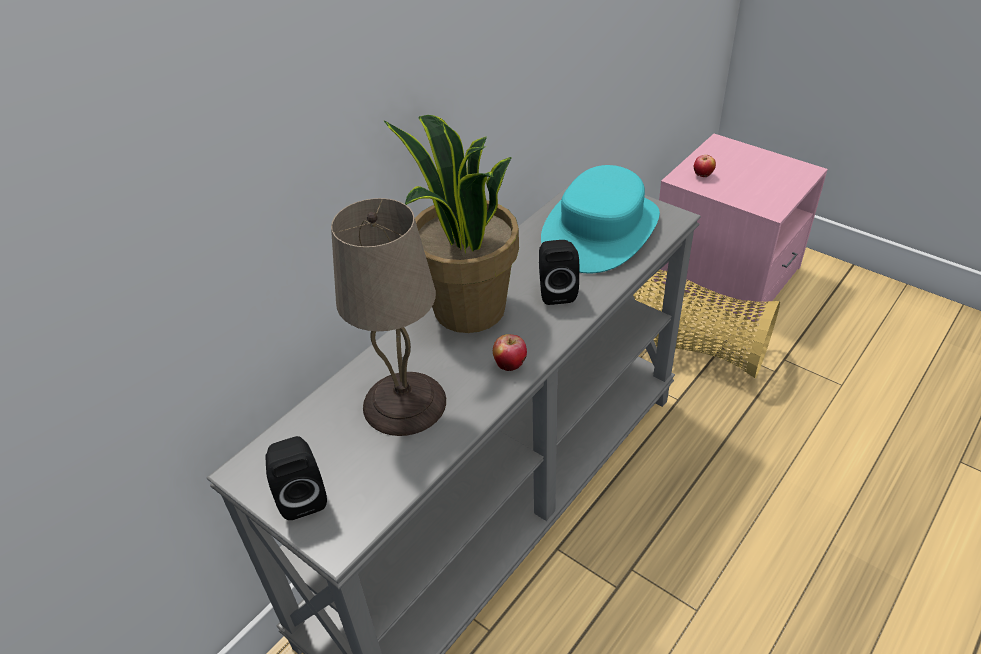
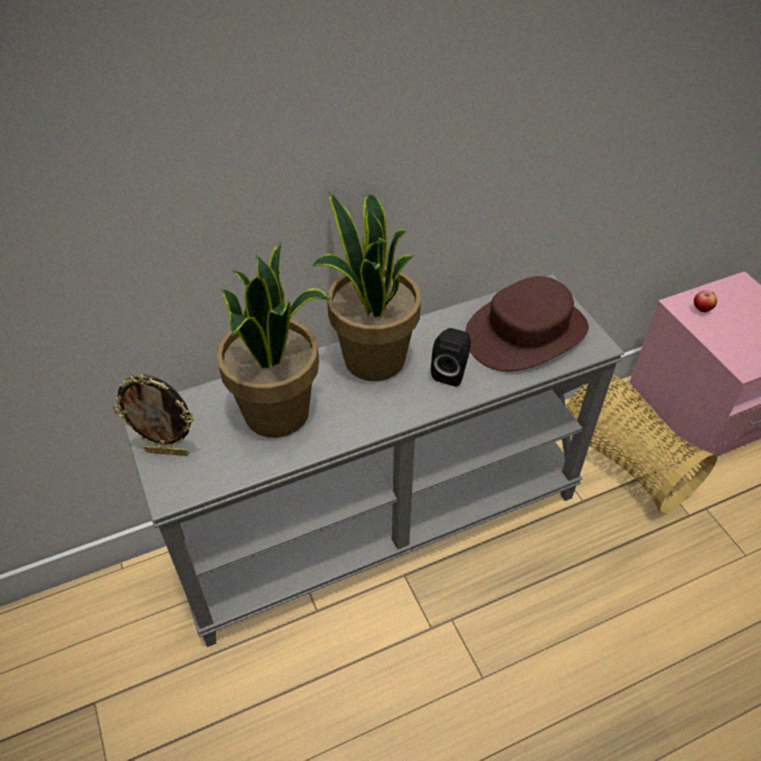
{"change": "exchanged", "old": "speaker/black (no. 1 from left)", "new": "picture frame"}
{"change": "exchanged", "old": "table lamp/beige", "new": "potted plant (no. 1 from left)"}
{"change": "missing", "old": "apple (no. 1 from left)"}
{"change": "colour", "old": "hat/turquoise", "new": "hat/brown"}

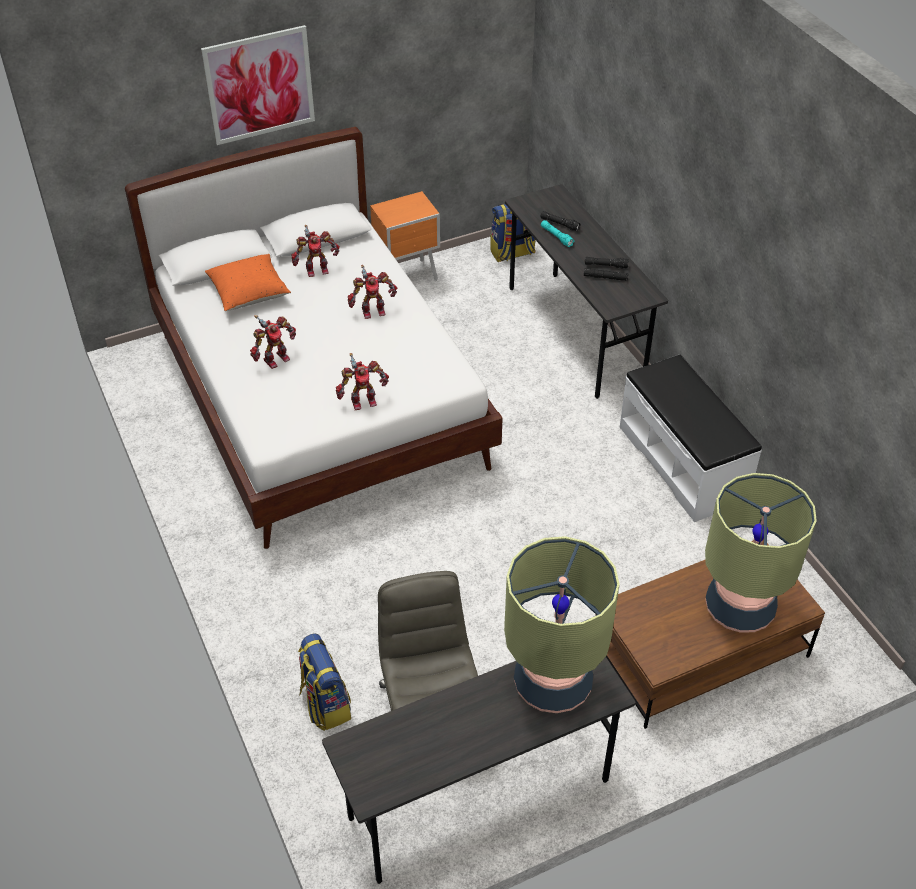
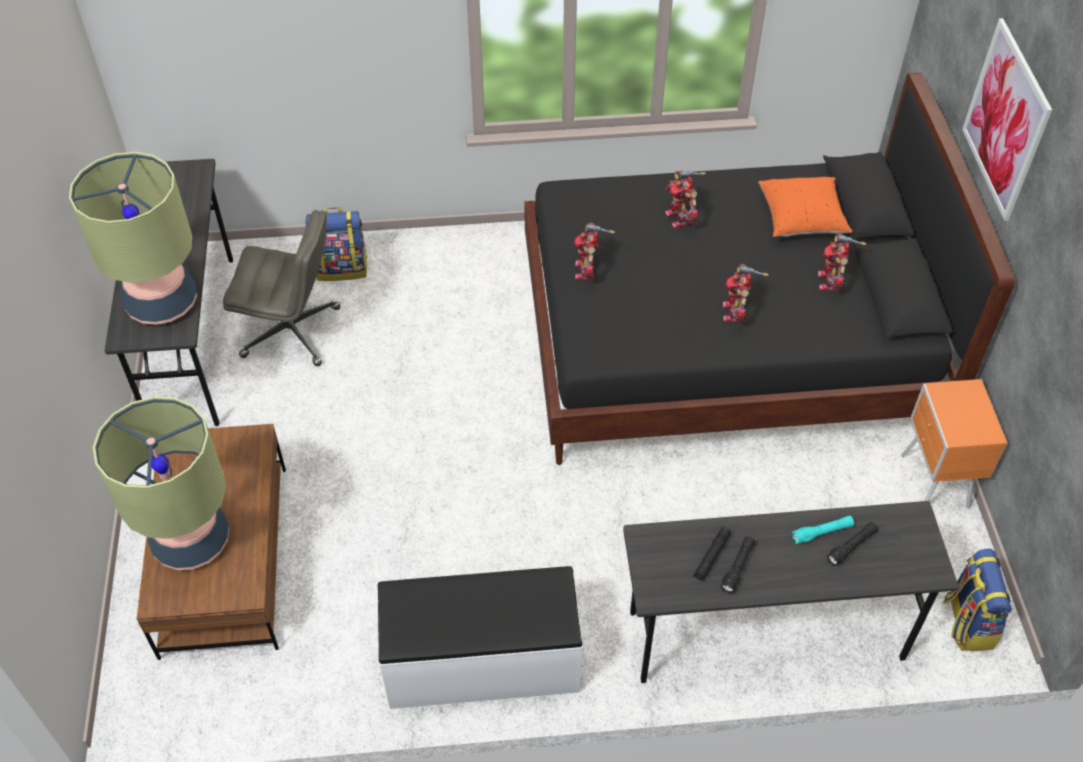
{"change": "colour", "old": "bed/white", "new": "bed/black"}

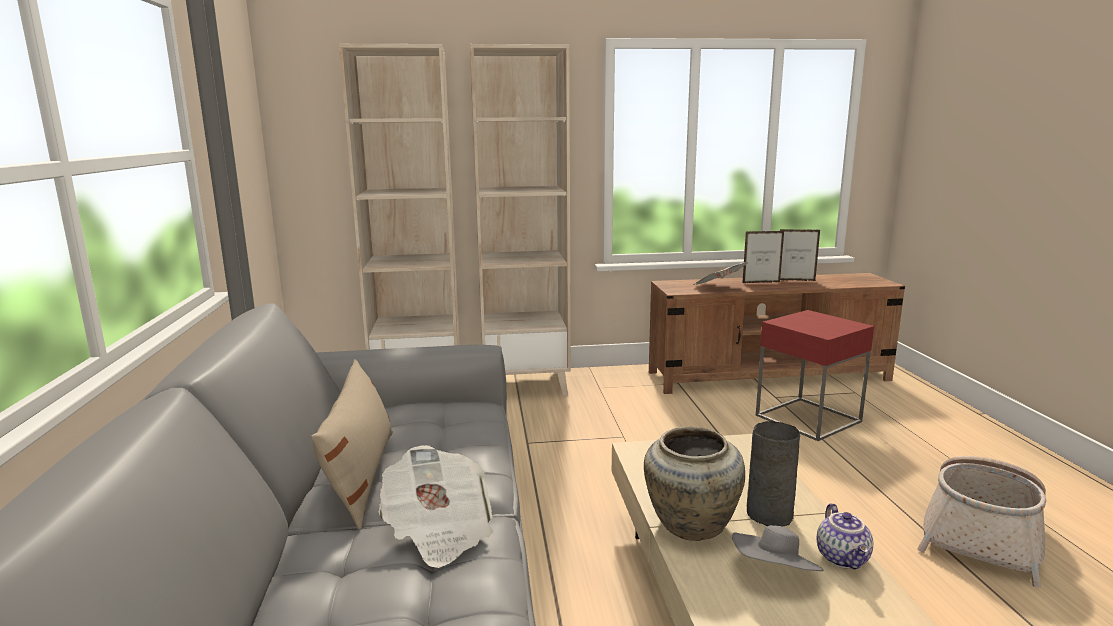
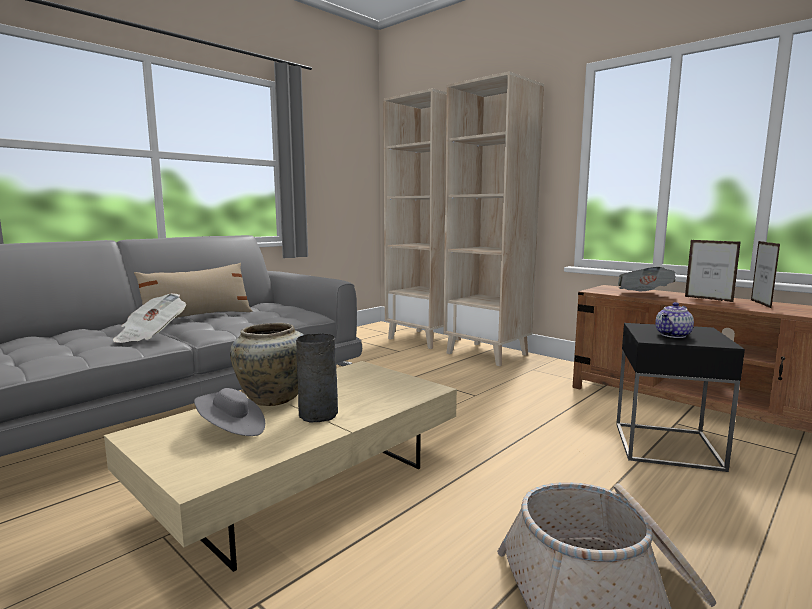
{"change": "colour", "old": "side table/red", "new": "side table/black"}
{"change": "spun", "old": "picture frame (no. 2 from left)", "degrees": -135}
{"change": "relocated", "old": "teapot"}

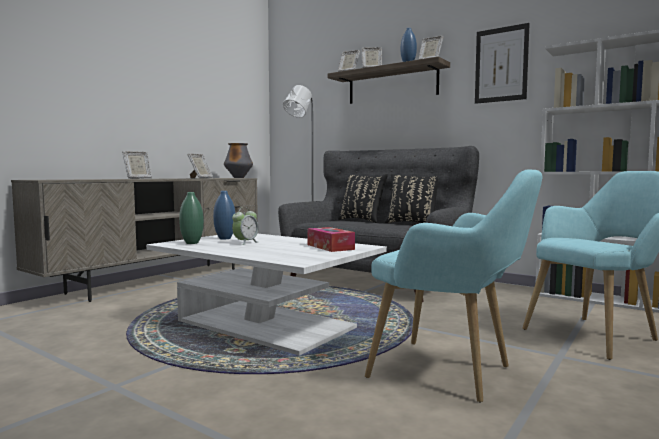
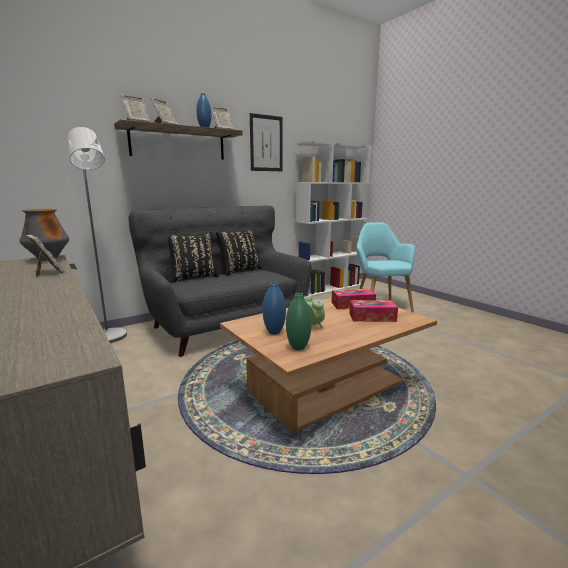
{"change": "missing", "old": "picture frame (no. 1 from left)"}
{"change": "colour", "old": "coffee table/white", "new": "coffee table/brown"}
{"change": "missing", "old": "armchair/turquoise (no. 1 from left)"}
{"change": "appeared", "new": "tissue box (no. 2 from left)"}

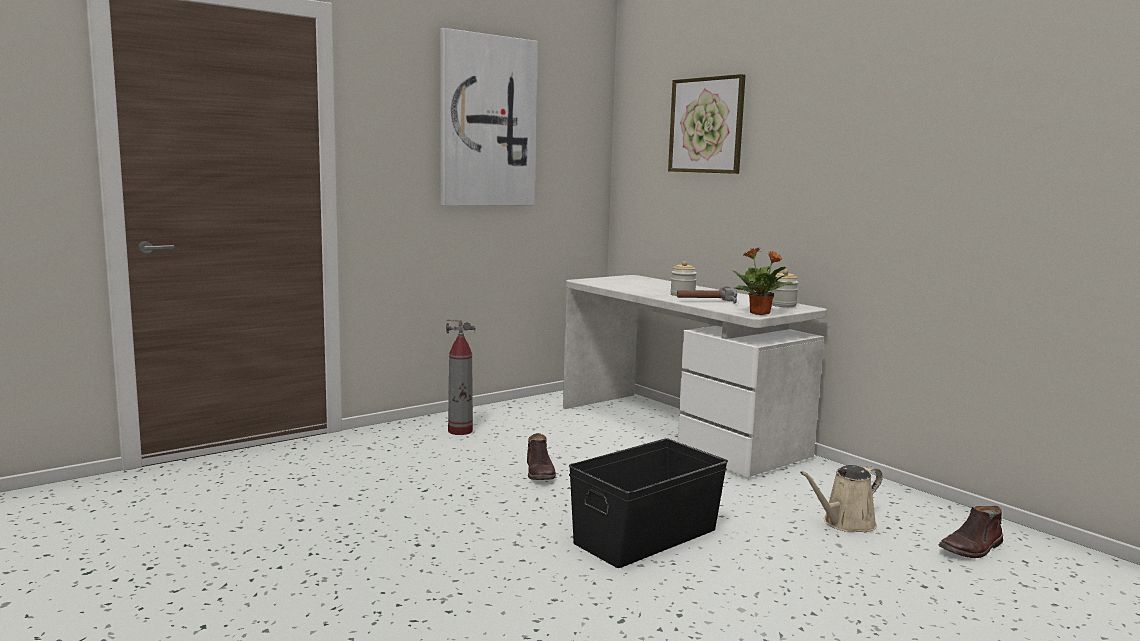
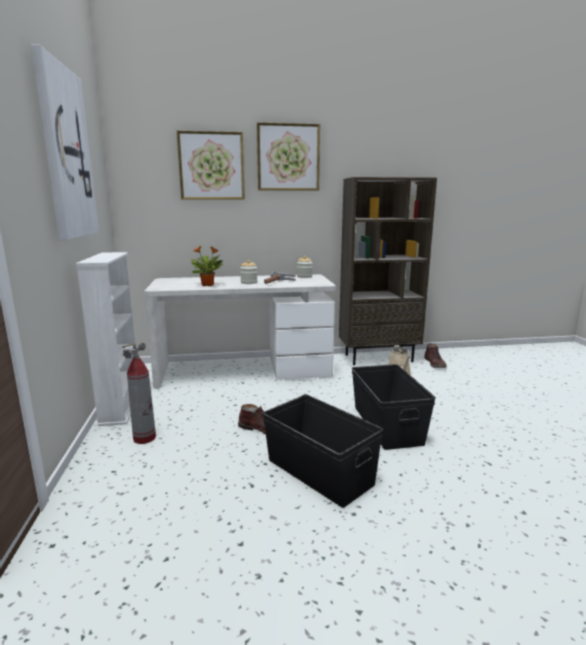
{"change": "relocated", "old": "potted plant"}
{"change": "appeared", "new": "bookcase/white"}
{"change": "appeared", "new": "picture (no. 3 from left)"}
{"change": "appeared", "new": "storage box/black (no. 1 from left)"}
{"change": "appeared", "new": "bookcase/brown"}

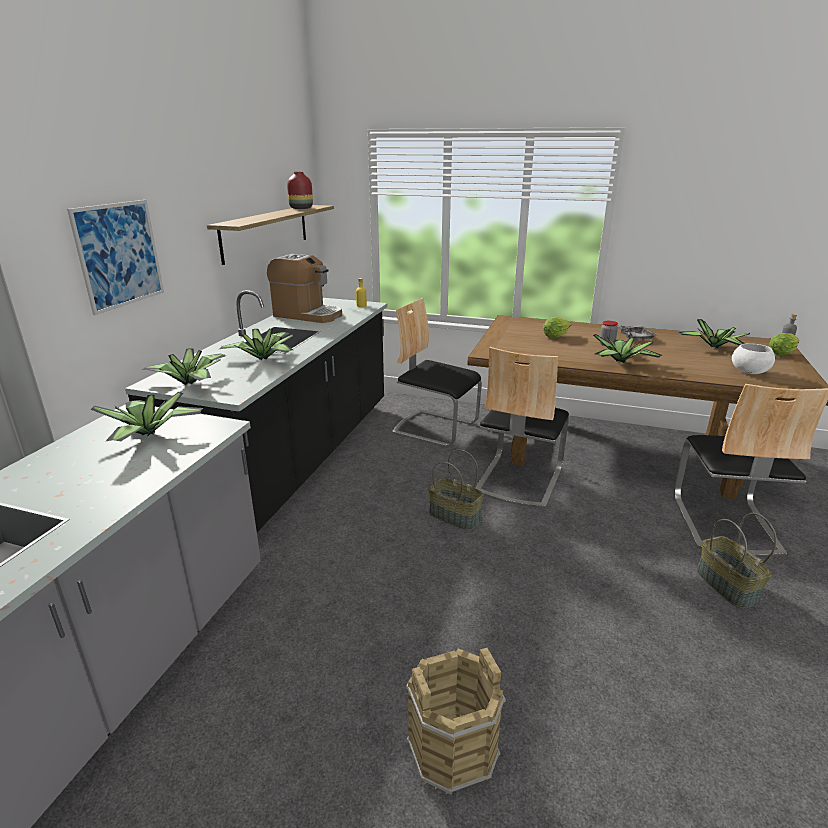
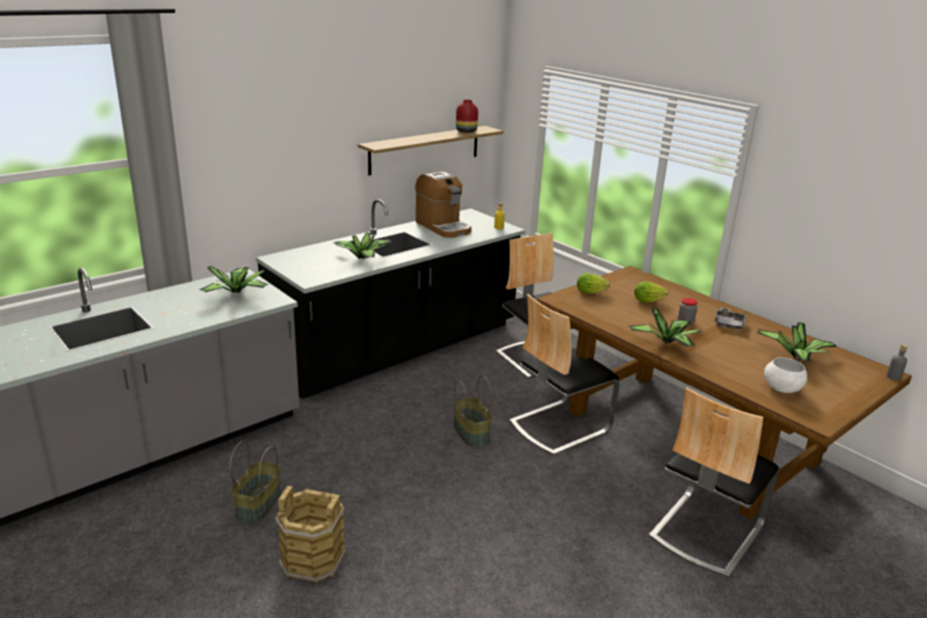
{"change": "missing", "old": "picture"}
{"change": "missing", "old": "potted plant (no. 2 from left)"}
{"change": "relocated", "old": "basket (no. 2 from left in the first image)", "new": "basket (no. 1 from left)"}
{"change": "relocated", "old": "lettuce (no. 2 from left in the first image)", "new": "lettuce (no. 1 from left)"}

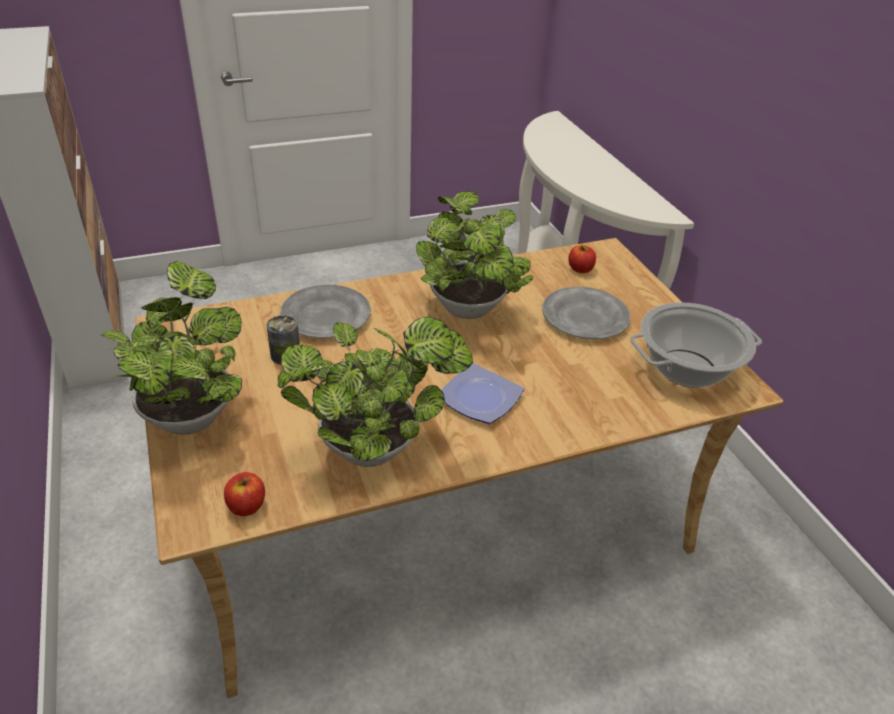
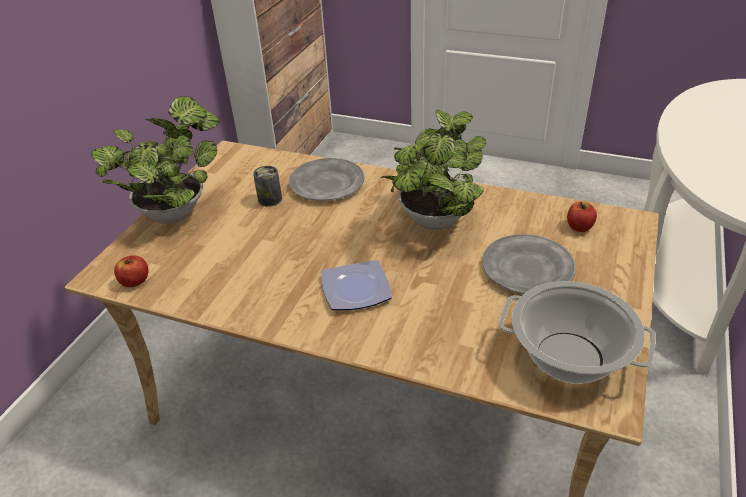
{"change": "missing", "old": "potted plant (no. 2 from left)"}

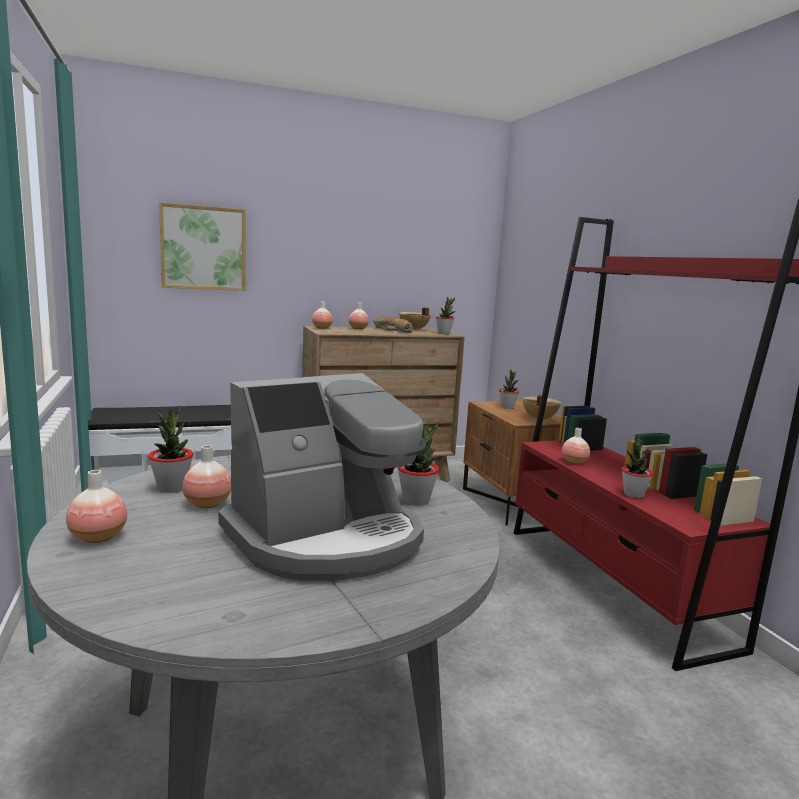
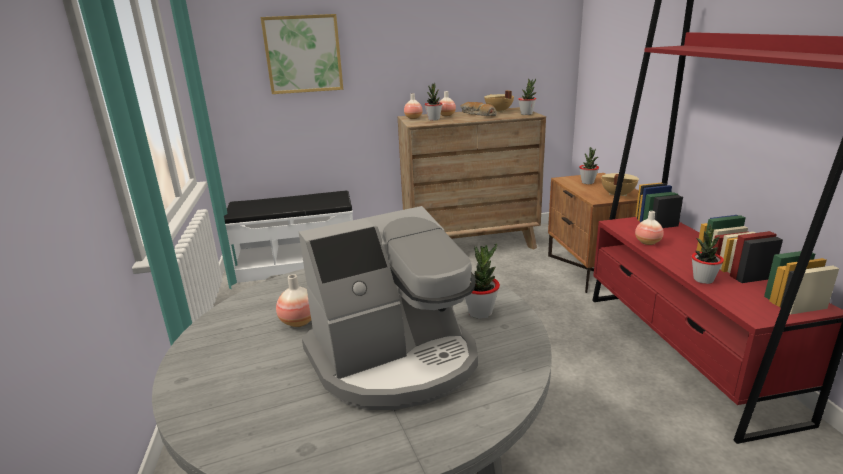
{"change": "missing", "old": "vase (no. 1 from left)"}
{"change": "relocated", "old": "potted plant (no. 1 from left)"}

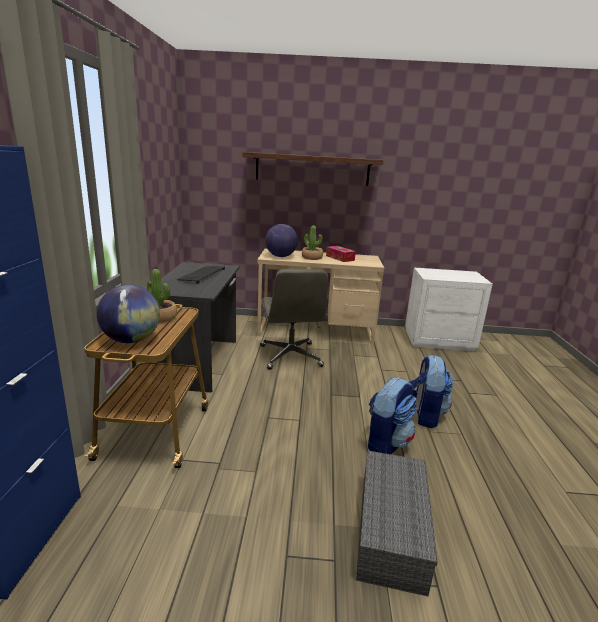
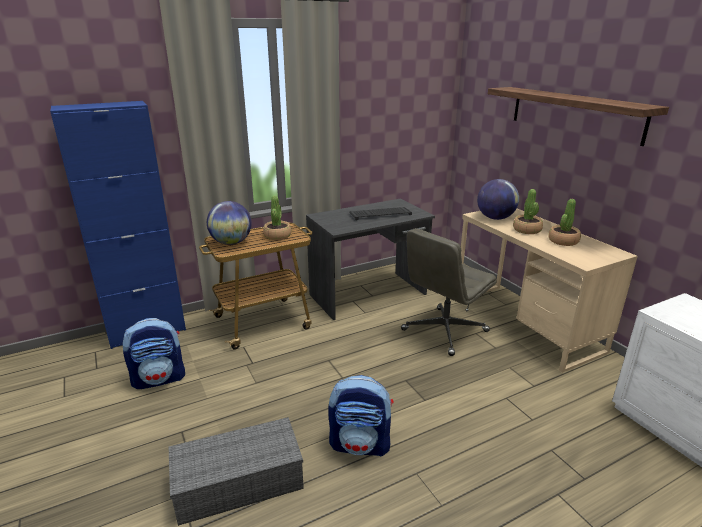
{"change": "exchanged", "old": "tissue box", "new": "potted plant (no. 3 from left)"}
{"change": "relocated", "old": "backpack (no. 2 from left in the first image)", "new": "backpack (no. 1 from left)"}

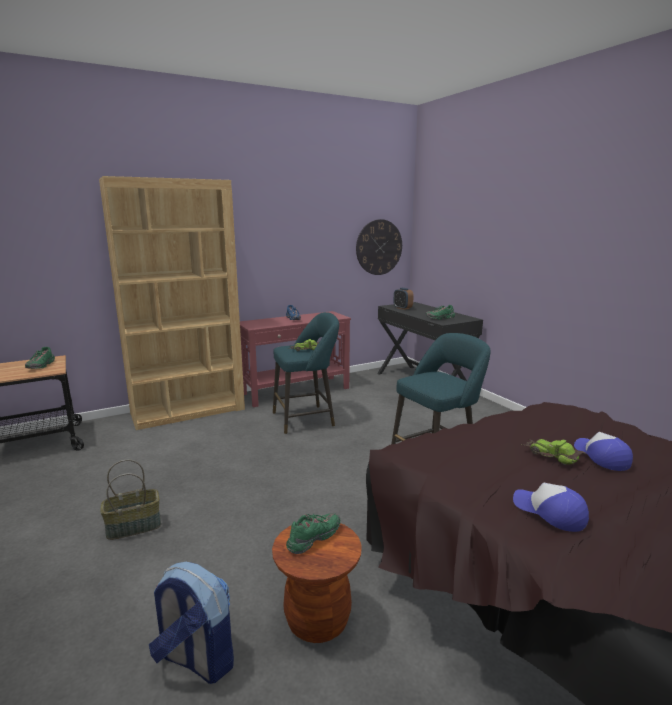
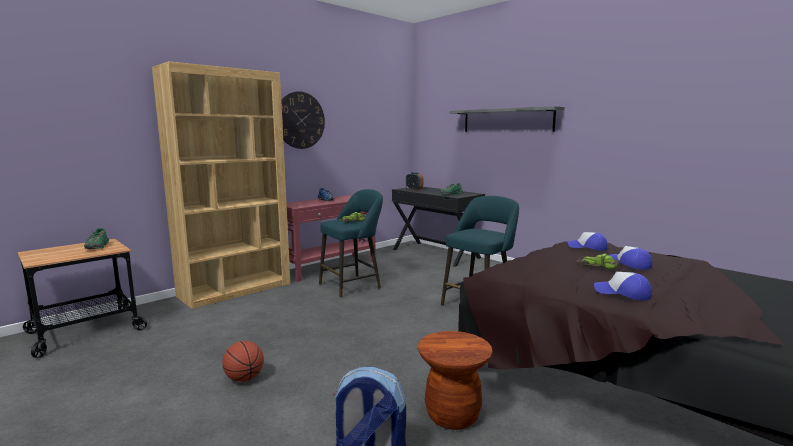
{"change": "exchanged", "old": "basket", "new": "basketball"}
{"change": "missing", "old": "shoe/green (no. 2 from left)"}
{"change": "relocated", "old": "wall clock"}
{"change": "appeared", "new": "shelf/grey"}
{"change": "appeared", "new": "cap (no. 1 from left)"}

